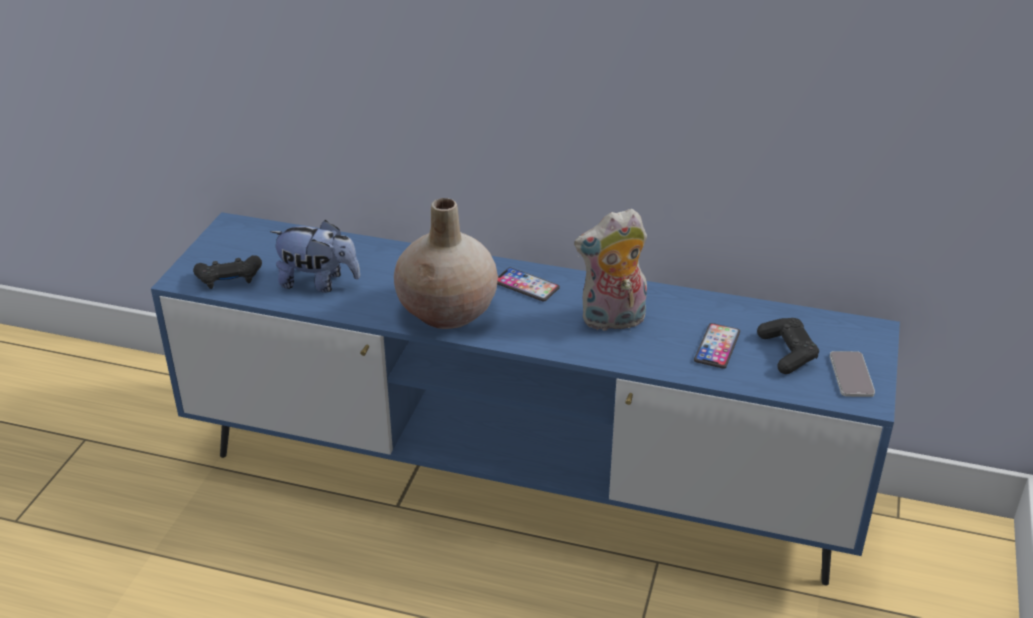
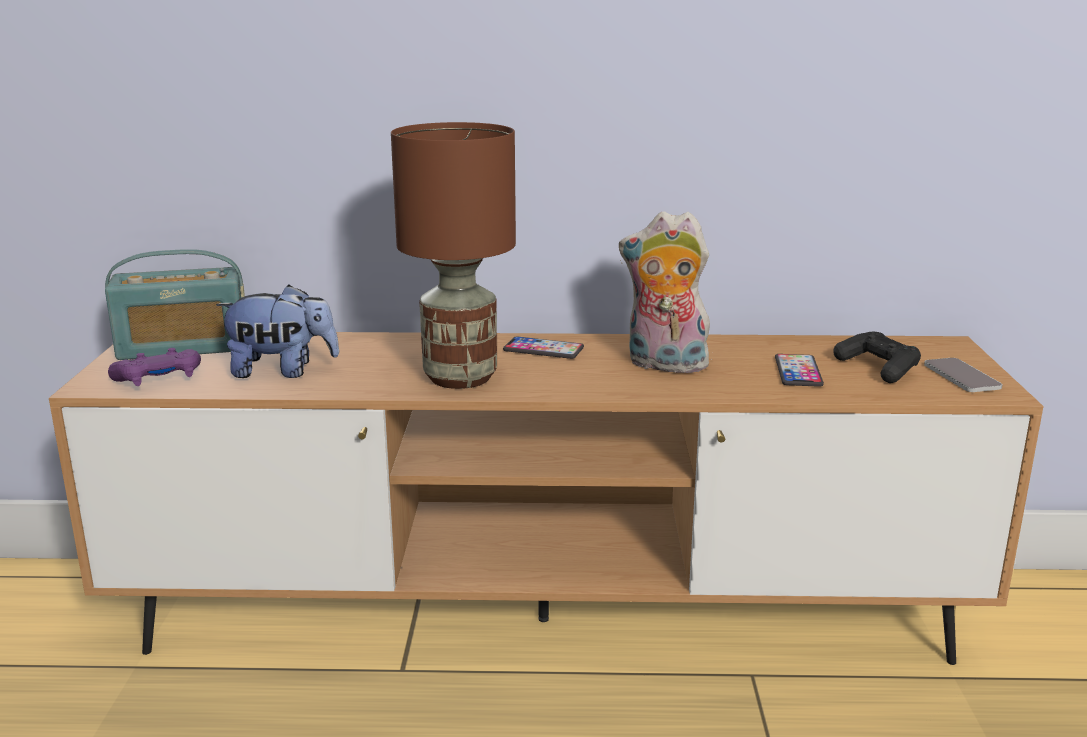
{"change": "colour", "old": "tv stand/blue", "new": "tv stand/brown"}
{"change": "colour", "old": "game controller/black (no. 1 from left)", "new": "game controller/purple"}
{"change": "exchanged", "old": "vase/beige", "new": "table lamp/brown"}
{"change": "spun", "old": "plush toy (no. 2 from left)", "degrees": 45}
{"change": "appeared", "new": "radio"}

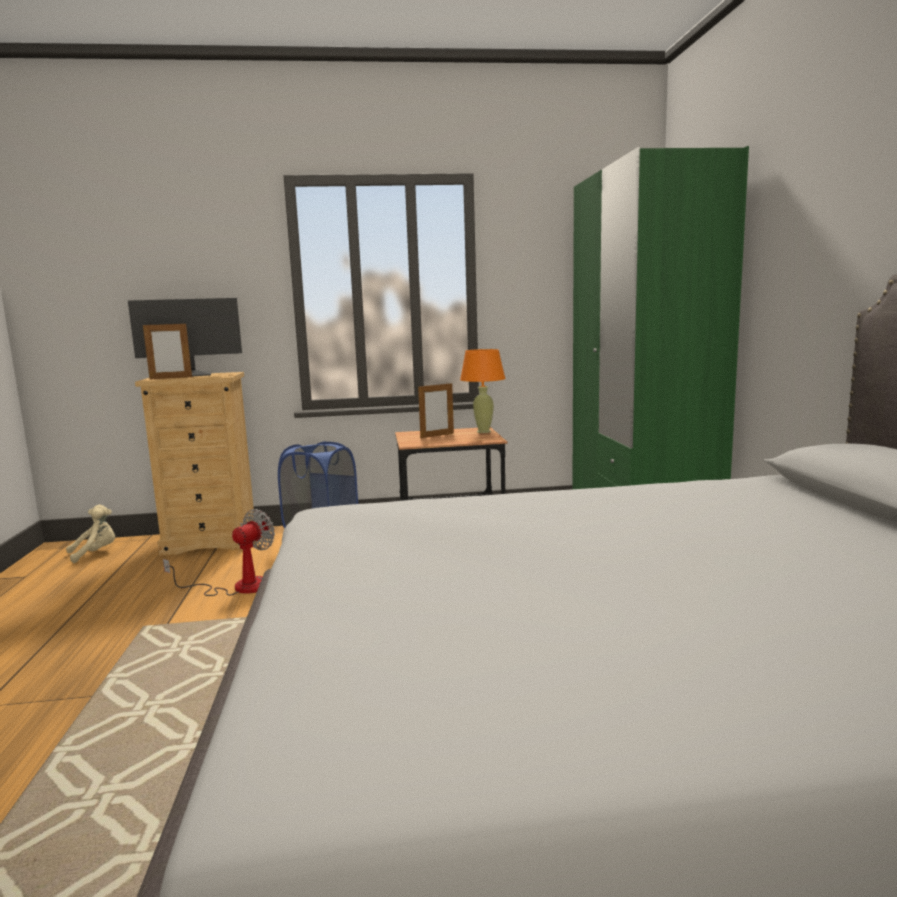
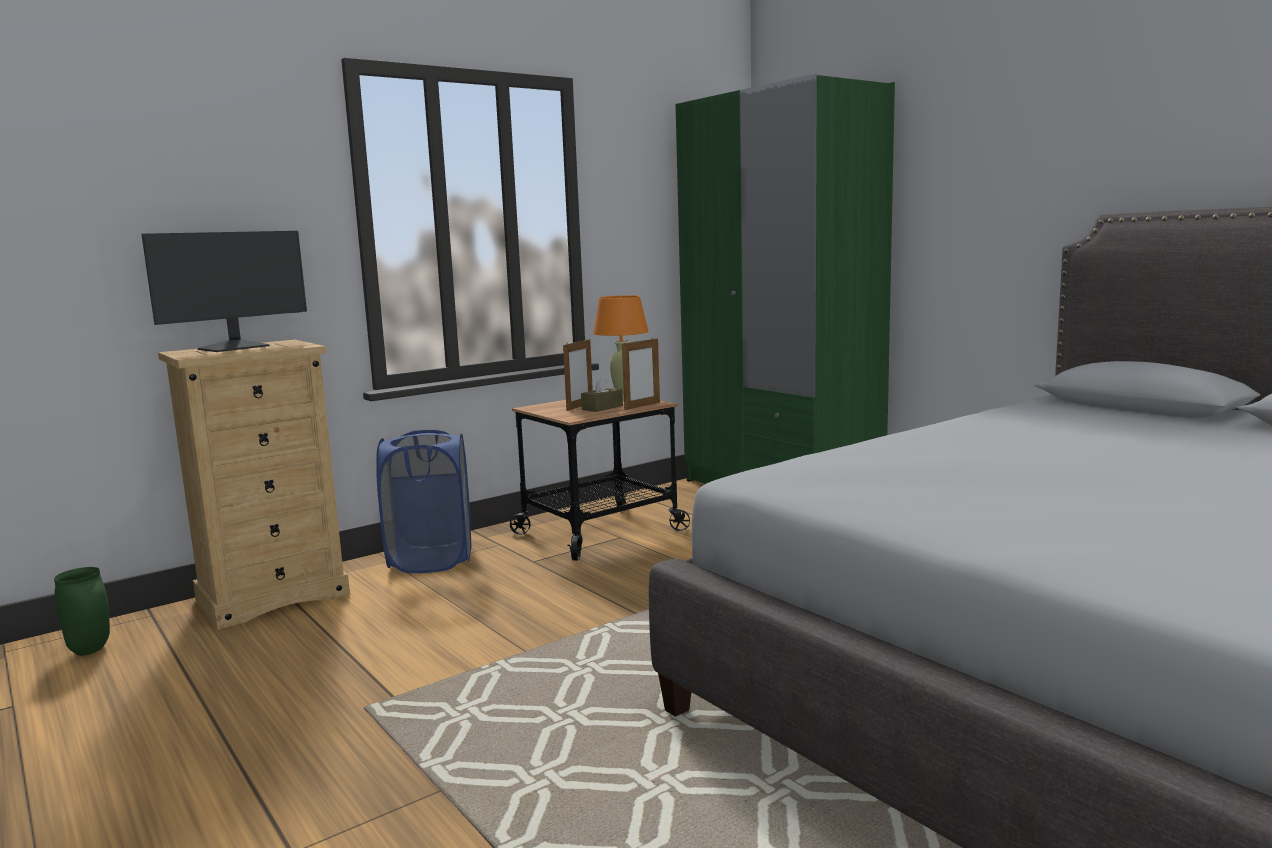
{"change": "exchanged", "old": "plush toy/beige", "new": "vase/green"}
{"change": "relocated", "old": "picture frame (no. 1 from left in the first image)", "new": "picture frame (no. 2 from left)"}
{"change": "missing", "old": "fan"}
{"change": "appeared", "new": "tissue box/brown"}

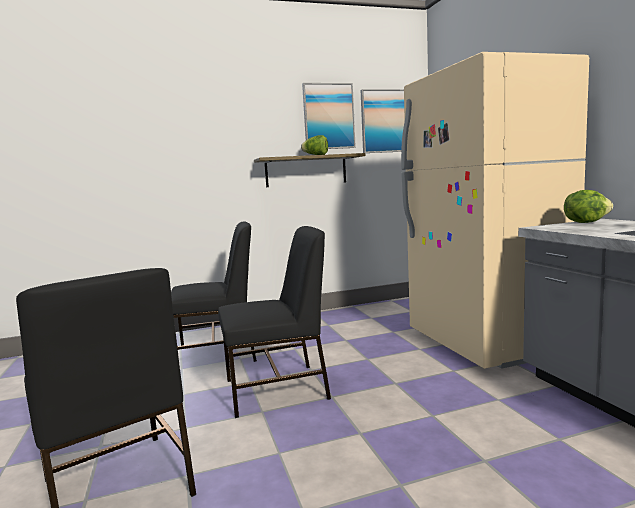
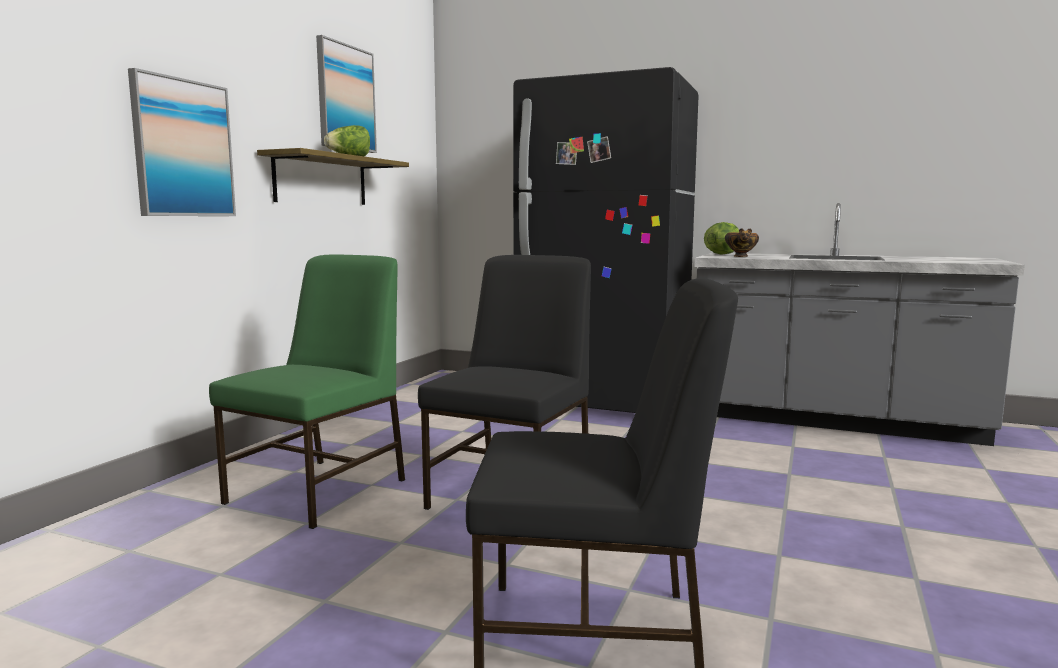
{"change": "colour", "old": "chair/black (no. 2 from left)", "new": "chair/green"}
{"change": "relocated", "old": "picture (no. 2 from left in the first image)", "new": "picture (no. 1 from left)"}
{"change": "colour", "old": "fridge/beige", "new": "fridge/black"}
{"change": "appeared", "new": "bowl"}

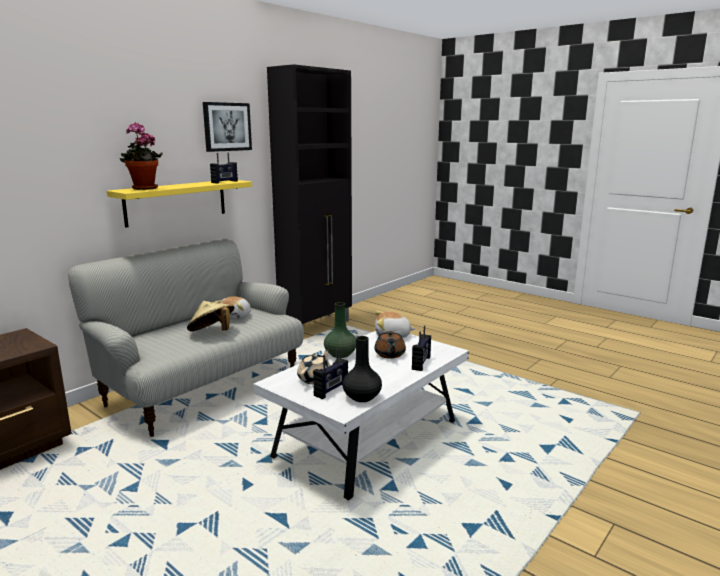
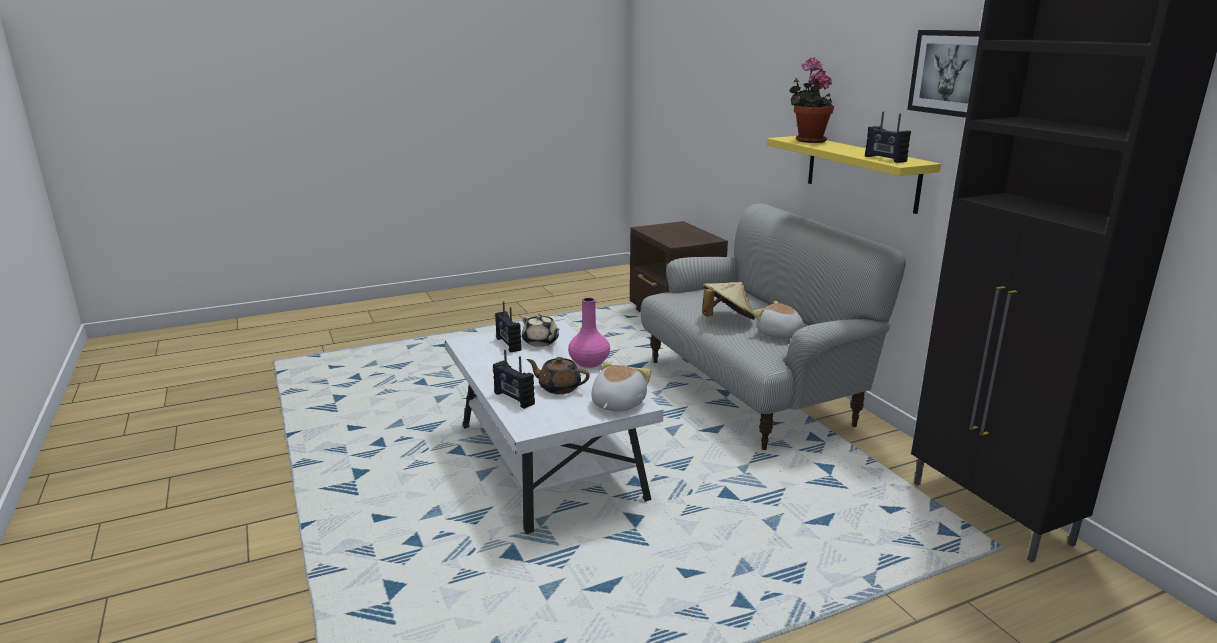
{"change": "colour", "old": "vase/green", "new": "vase/pink"}
{"change": "missing", "old": "vase/black"}

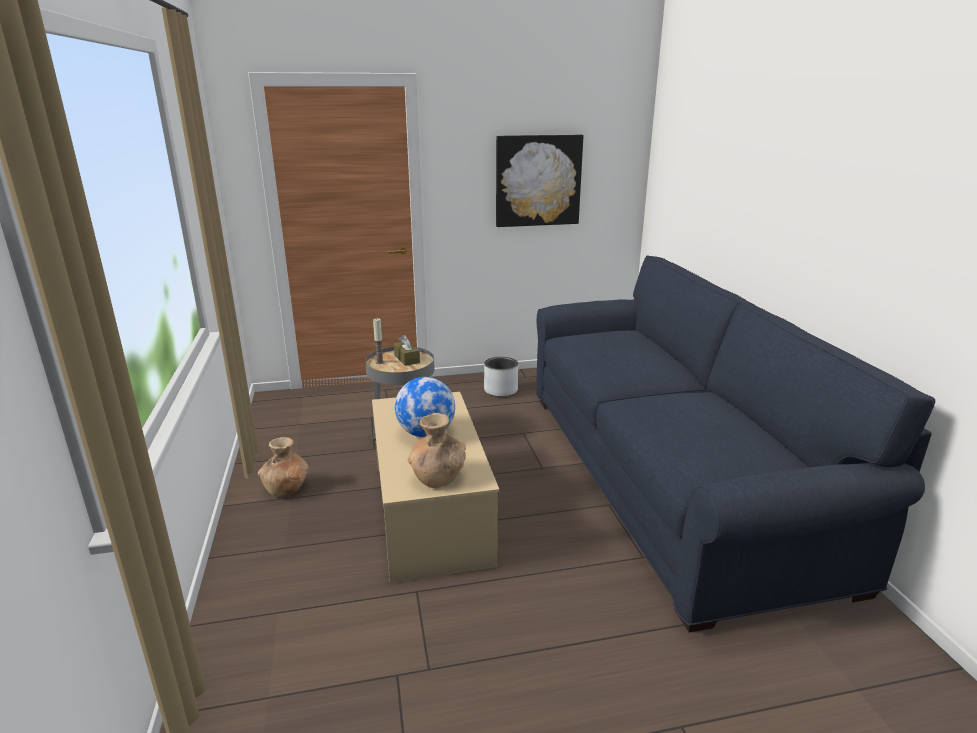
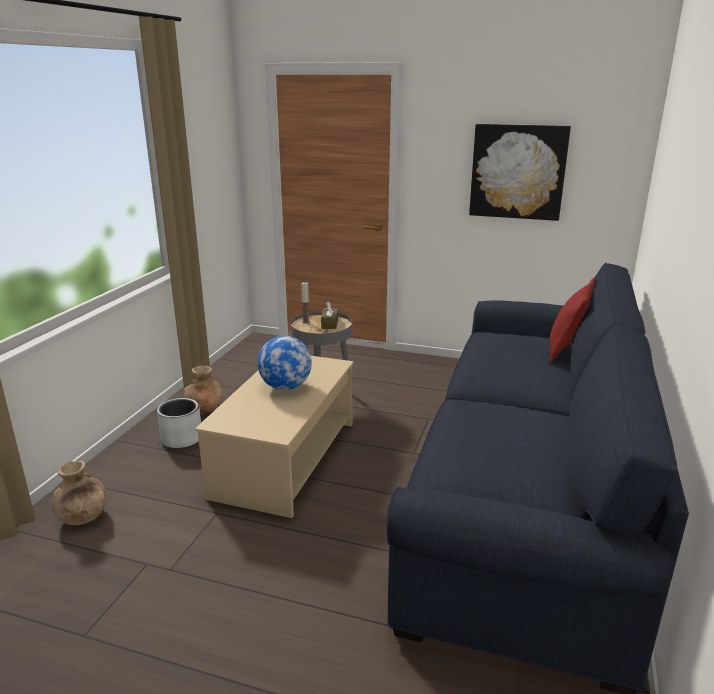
{"change": "relocated", "old": "vase/brown (no. 2 from left in the first image)", "new": "vase/brown (no. 1 from left)"}
{"change": "relocated", "old": "planter/grey"}
{"change": "appeared", "new": "pillow/red"}

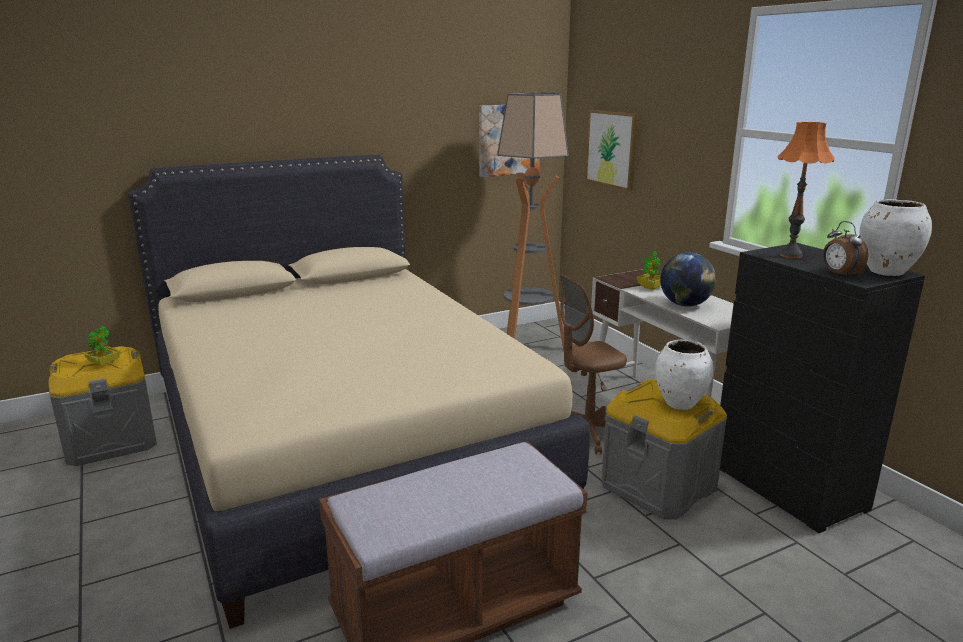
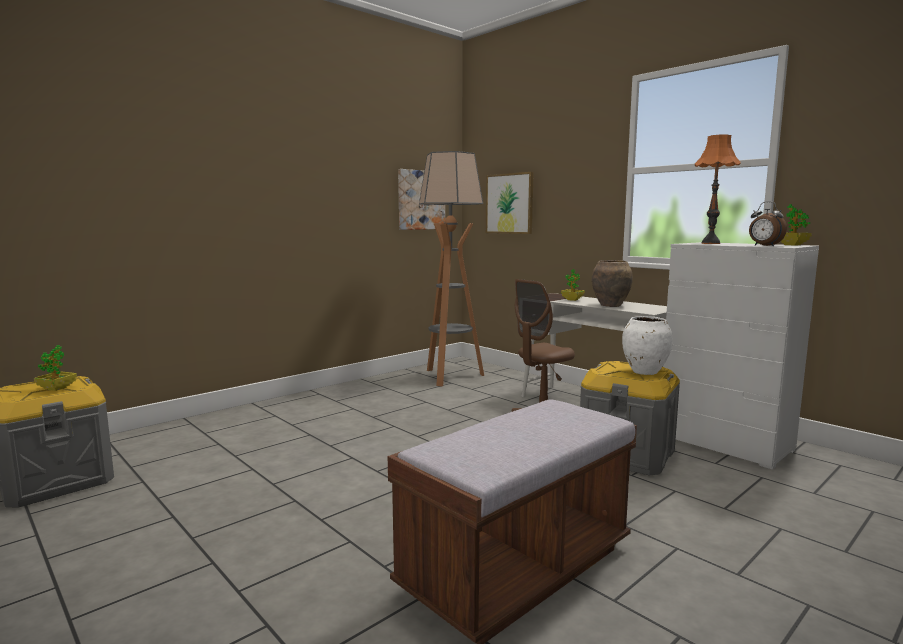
{"change": "missing", "old": "bed/beige"}
{"change": "exchanged", "old": "globe", "new": "vase/brown"}
{"change": "colour", "old": "dresser/black", "new": "dresser/white"}
{"change": "exchanged", "old": "vase/white (no. 2 from left)", "new": "potted plant (no. 3 from left)"}

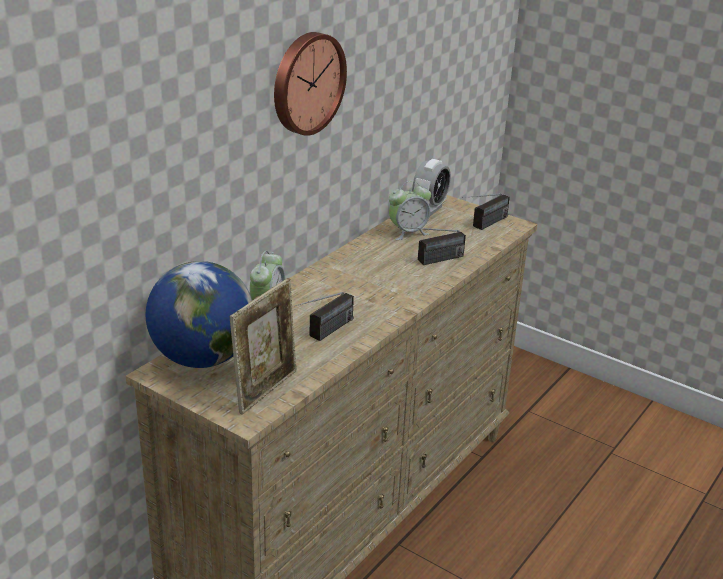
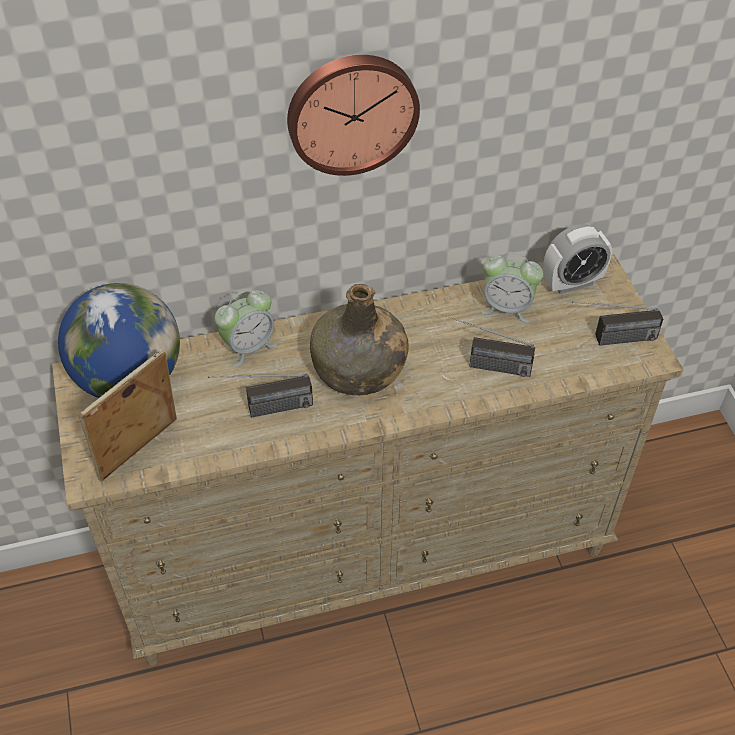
{"change": "spun", "old": "picture frame", "degrees": 150}
{"change": "appeared", "new": "bottle/green"}

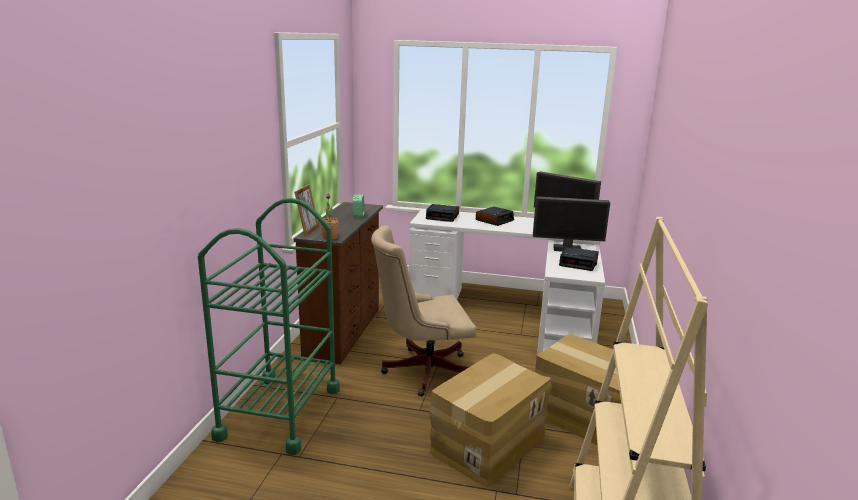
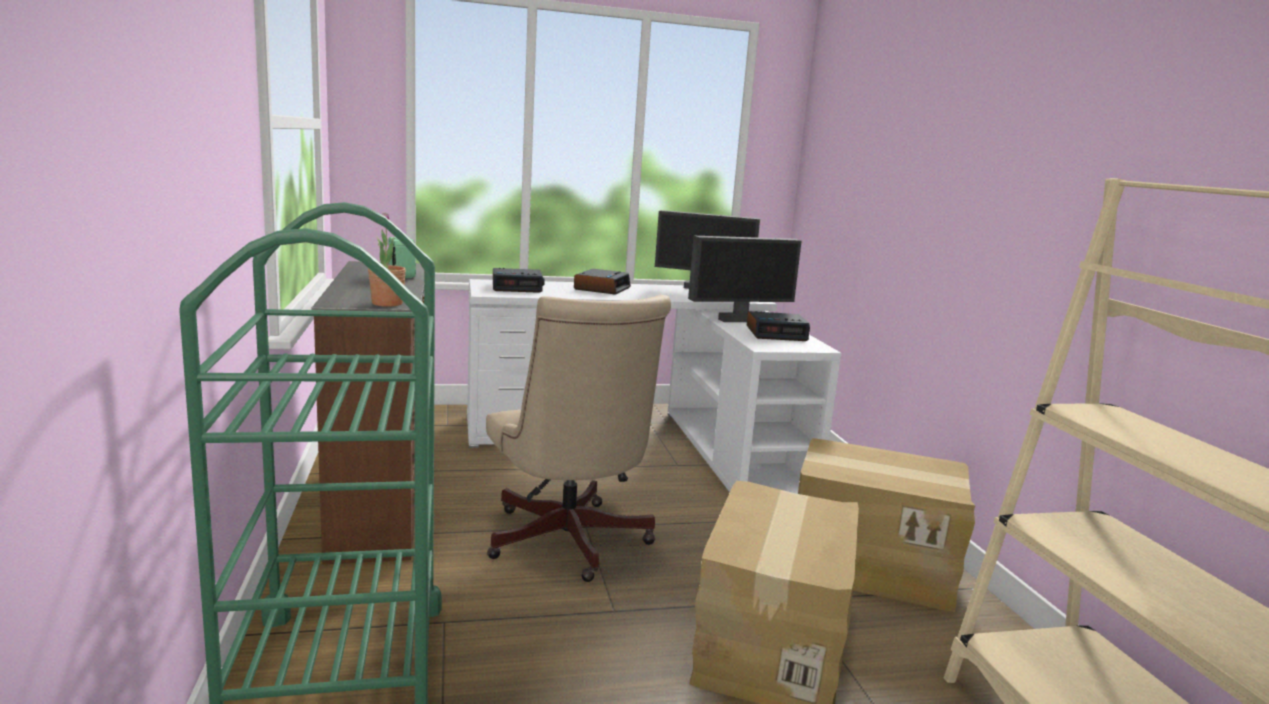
{"change": "missing", "old": "picture frame"}
{"change": "spun", "old": "office chair/beige", "degrees": -75}

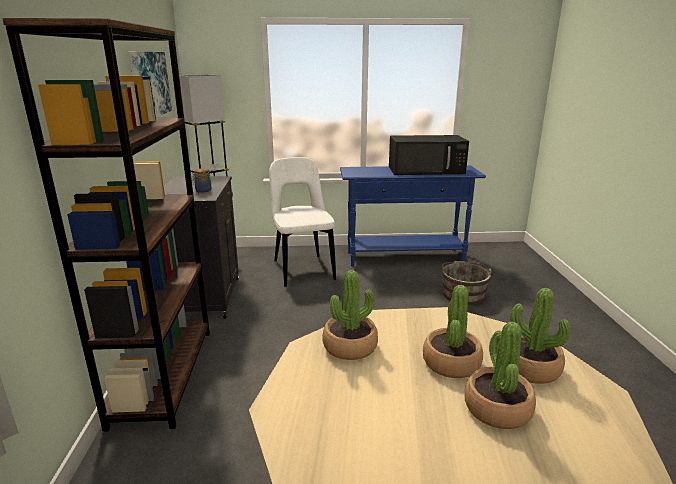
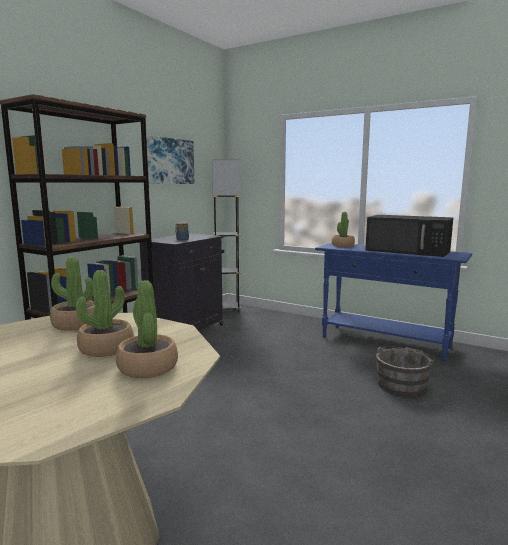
{"change": "missing", "old": "chair/white"}
{"change": "relocated", "old": "potted plant (no. 3 from left in the first image)", "new": "potted plant (no. 4 from left)"}

